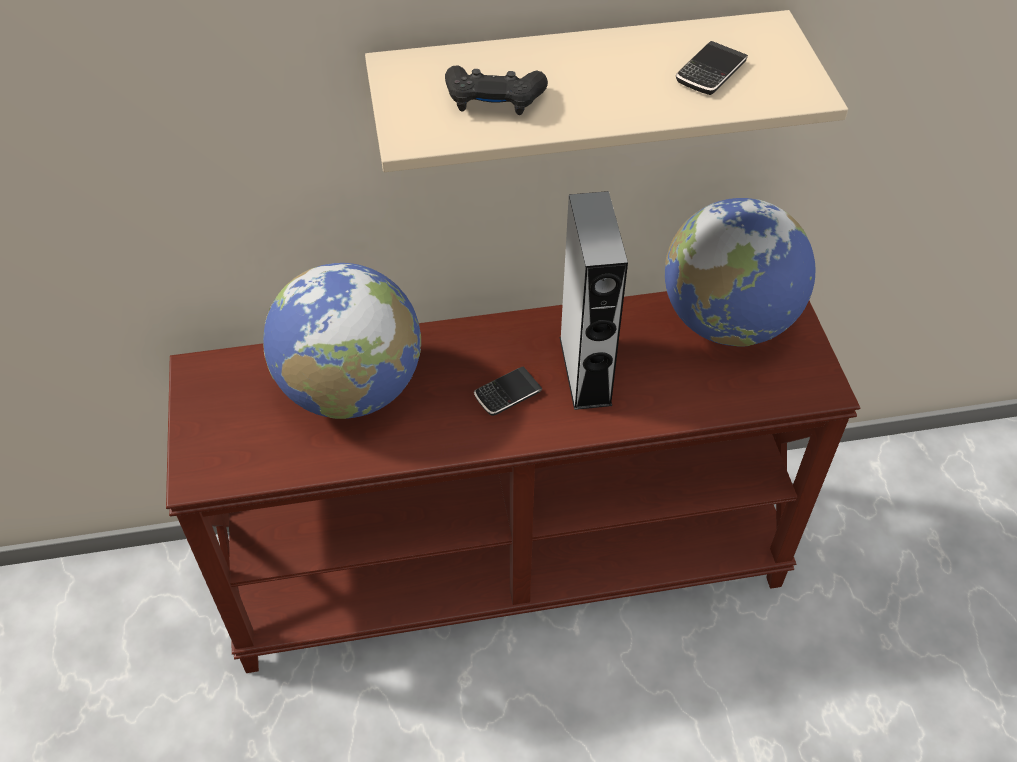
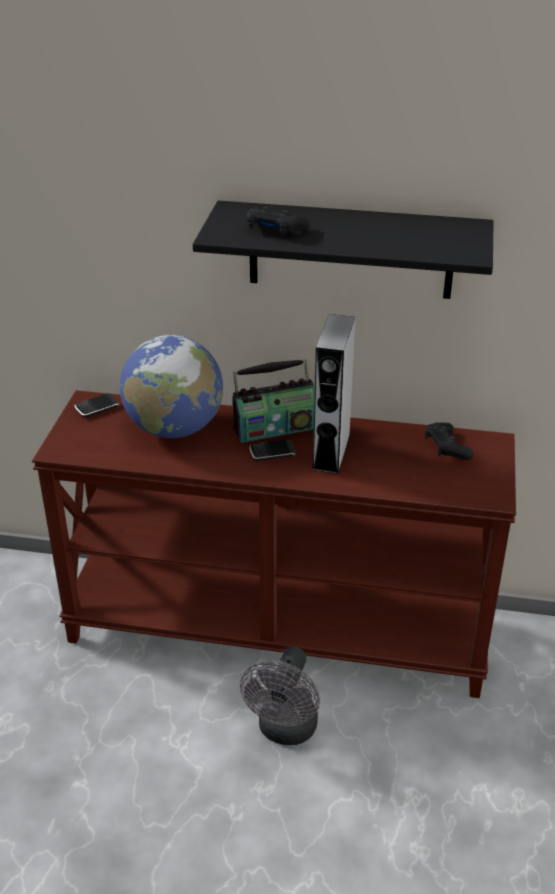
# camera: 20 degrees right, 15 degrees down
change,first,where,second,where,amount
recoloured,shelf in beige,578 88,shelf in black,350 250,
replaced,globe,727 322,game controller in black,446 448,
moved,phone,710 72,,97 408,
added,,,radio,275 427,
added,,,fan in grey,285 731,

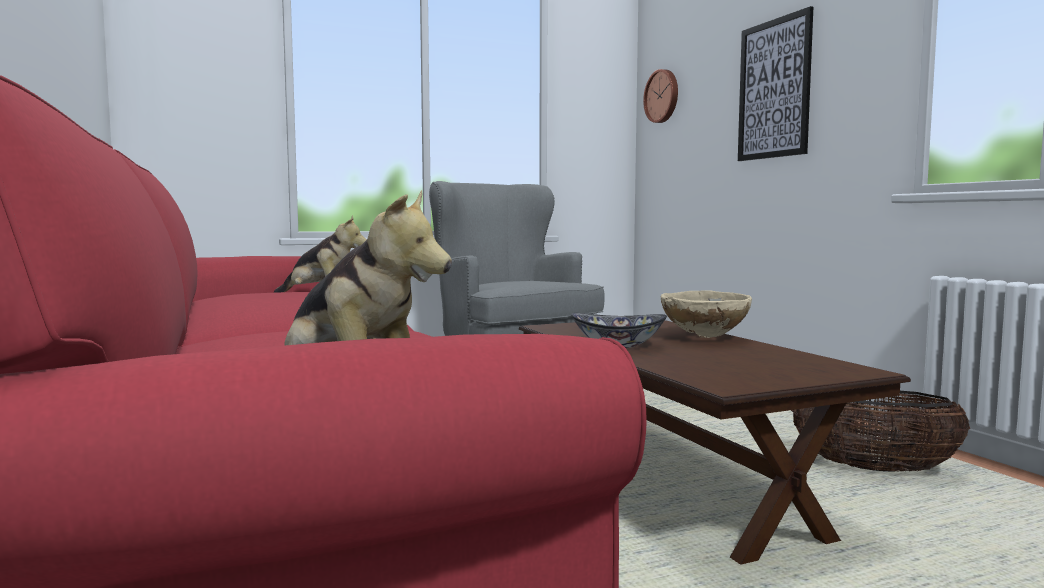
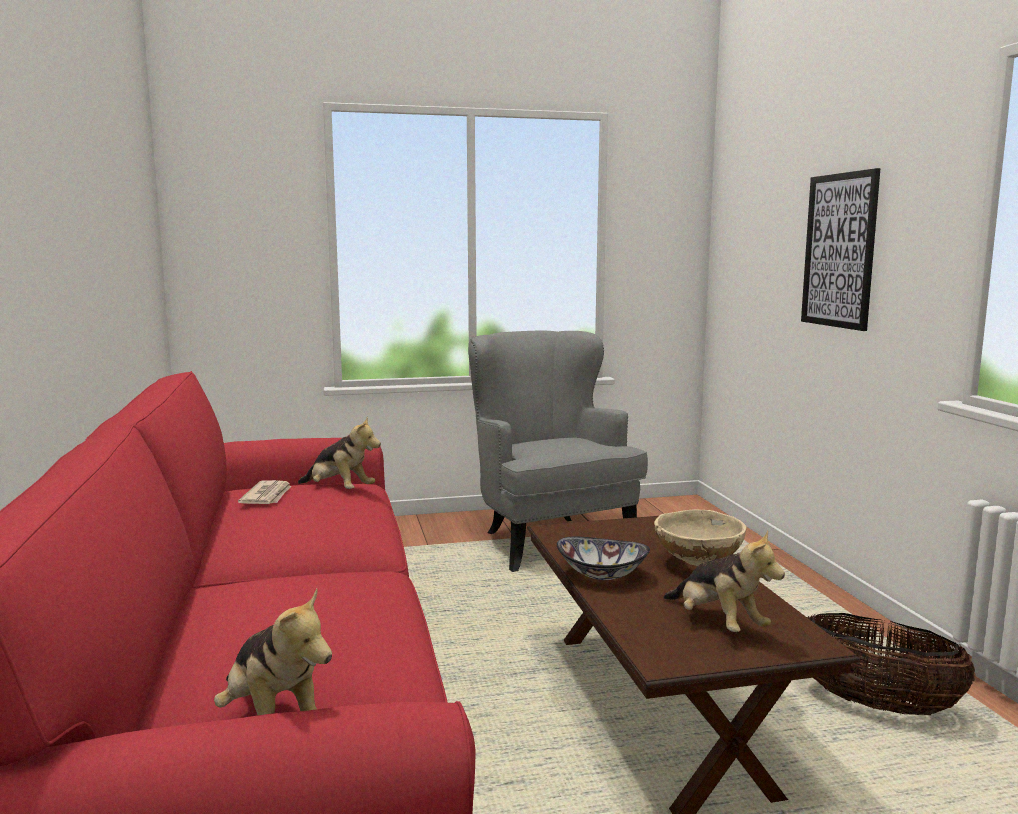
# camera: 10 degrees right, 5 degrees up
change,first,where,second,where,amount
removed,wall clock,662 96,,,
added,,,newspaper,268 496,
added,,,plush toy,717 624,

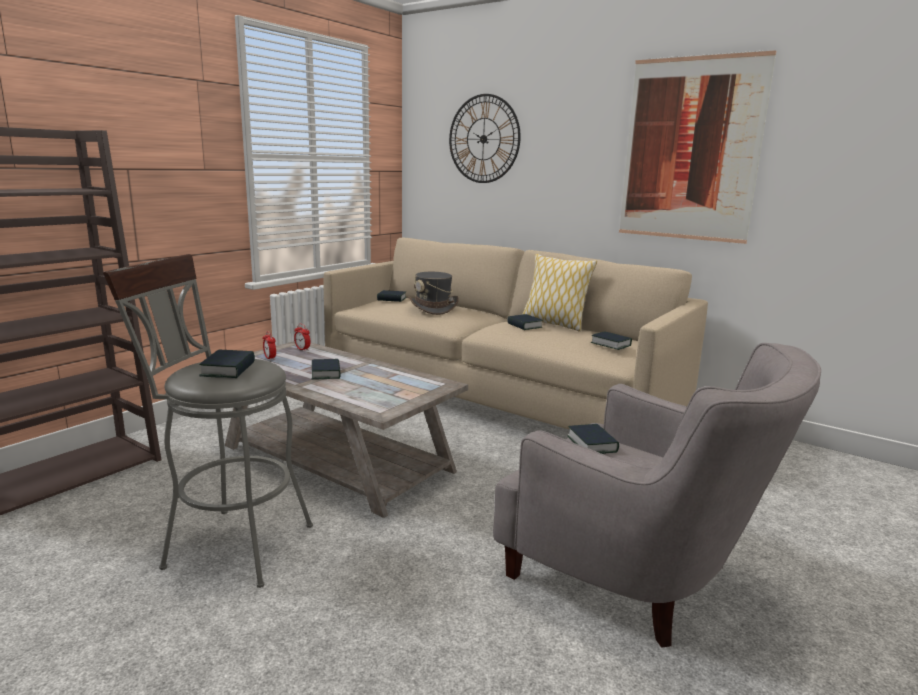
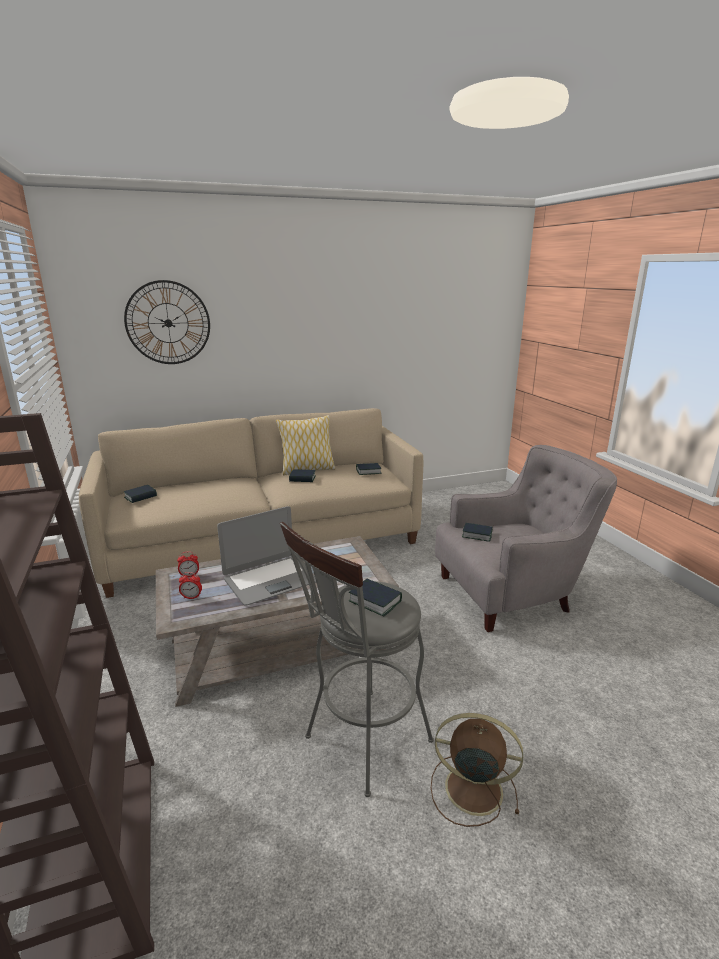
# camera: 55 degrees left, 5 degrees up
change,first,where,second,where,amount
replaced,book,326 373,laptop,270 580,
removed,hat in grey,433 308,,,
removed,picture,690 149,,,
added,,,fan in brown,470 788,

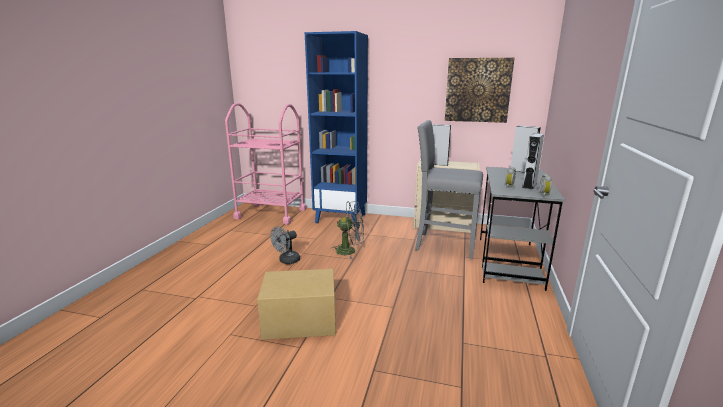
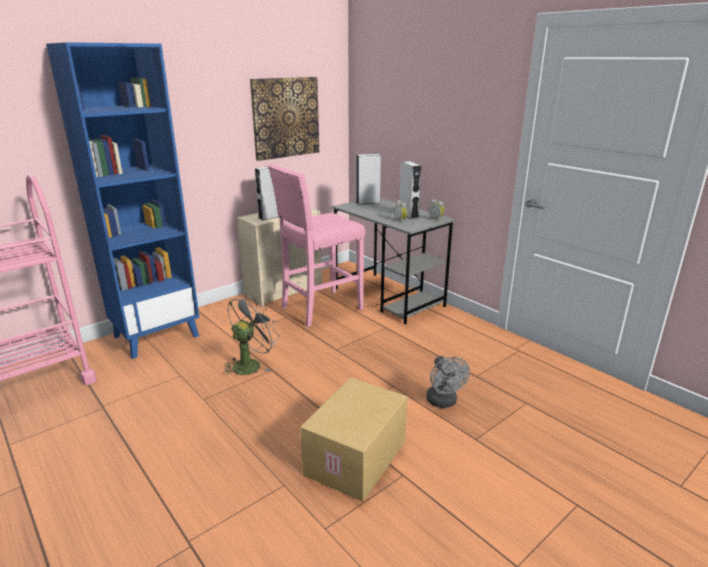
# camera: 55 degrees left, 5 degrees up
change,first,where,second,where,amount
moved,fan in grey,287 261,,443 402,
recoloured,stool in grey,444 245,stool in pink,320 308,

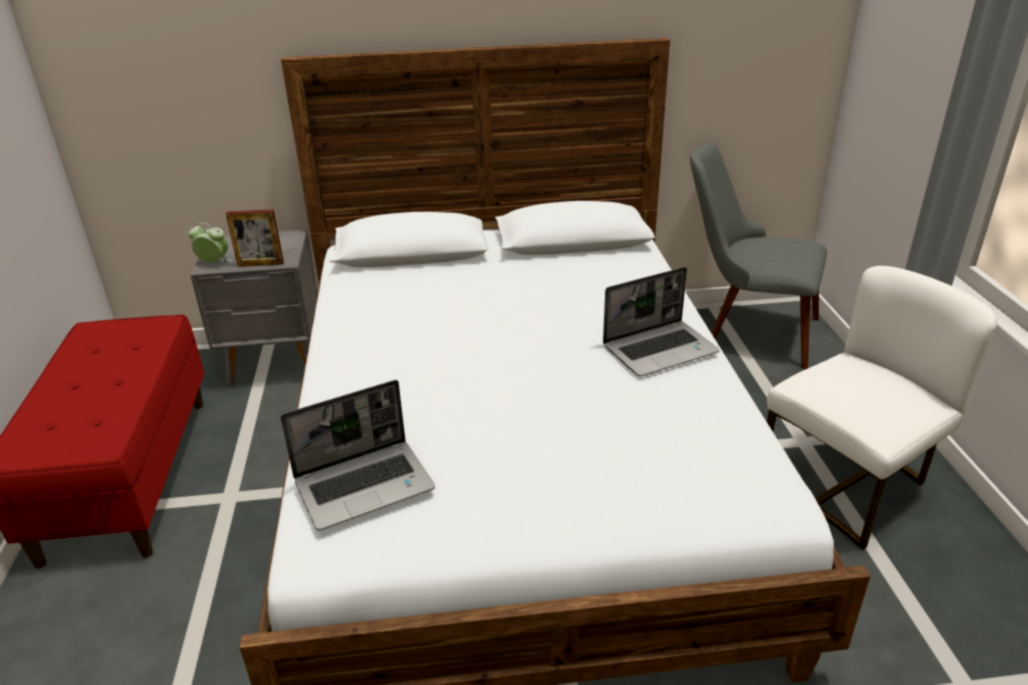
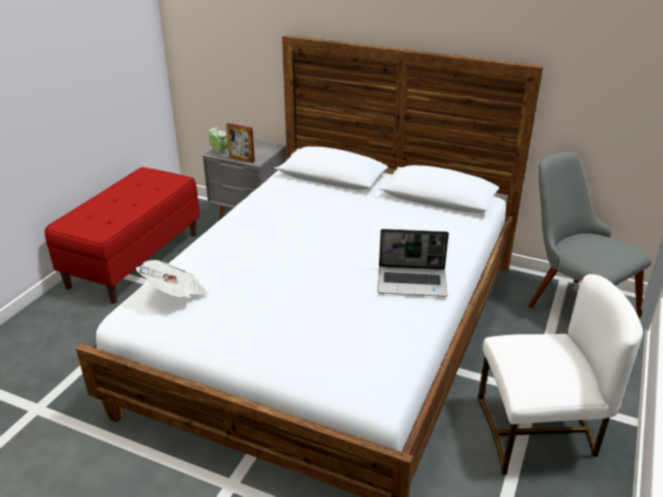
# camera: 30 degrees right, 0 degrees up
change,first,where,second,where,amount
replaced,laptop,365 484,newspaper,175 294,

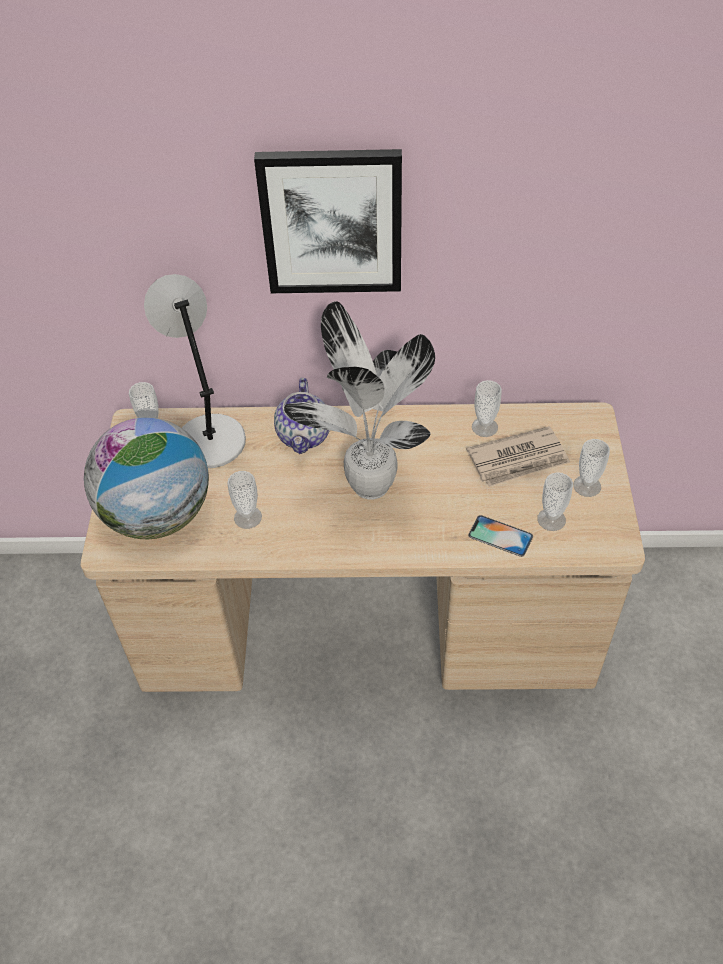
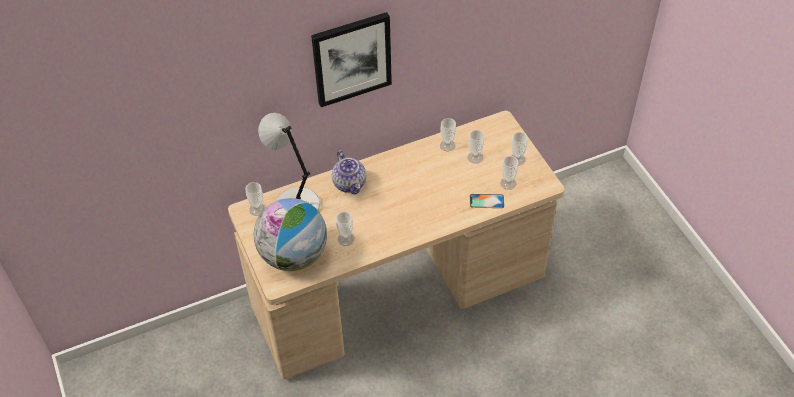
# camera: 25 degrees left, 0 degrees up
change,first,where,second,where,amount
removed,potted plant,369 489,,,
replaced,newspaper,519 460,cup,475 157,

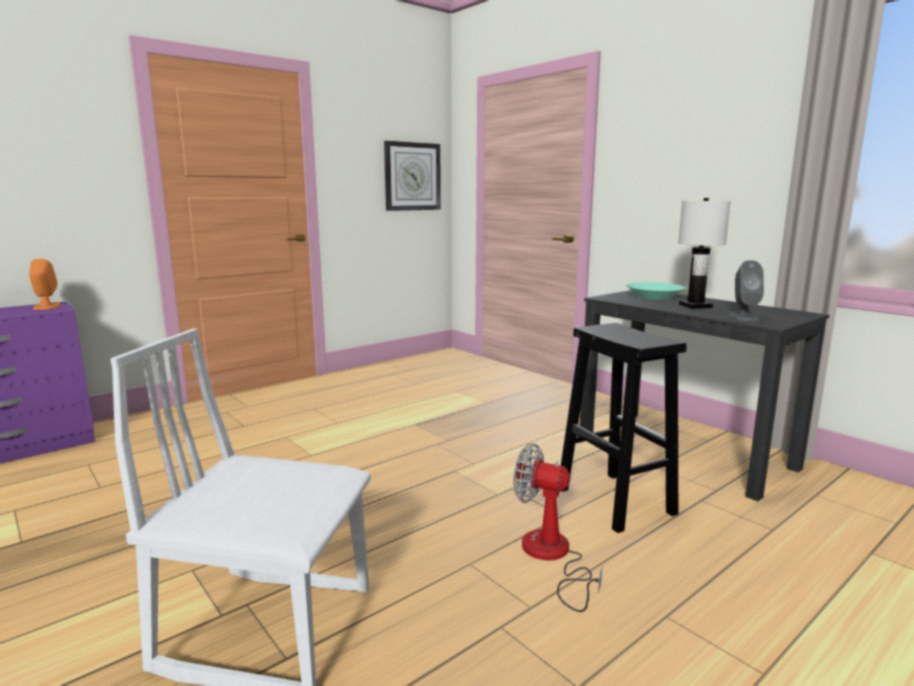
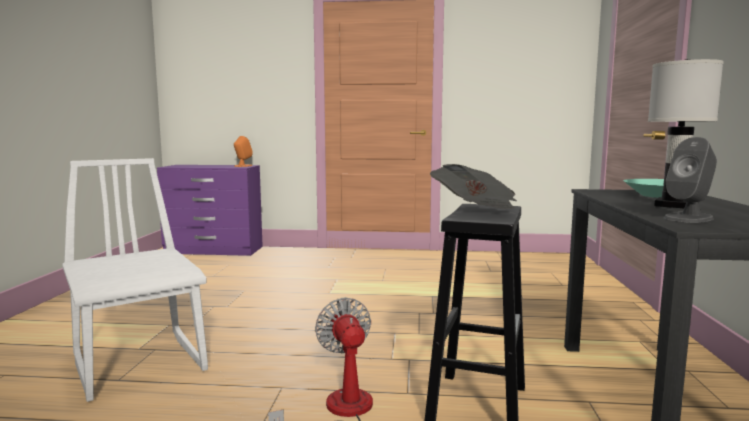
# camera: 45 degrees right, 5 degrees down
change,first,where,second,where,amount
removed,wall clock,412 176,,,
added,,,newspaper,476 212,

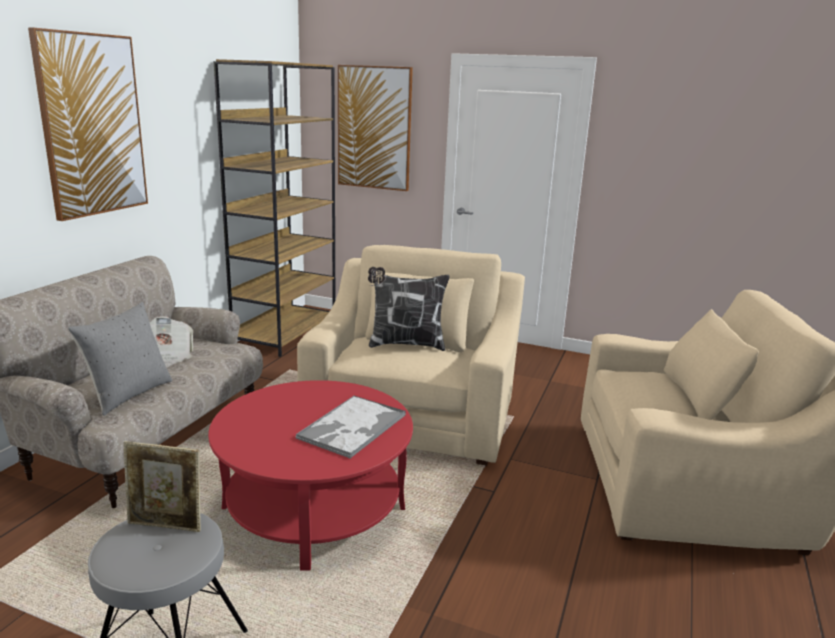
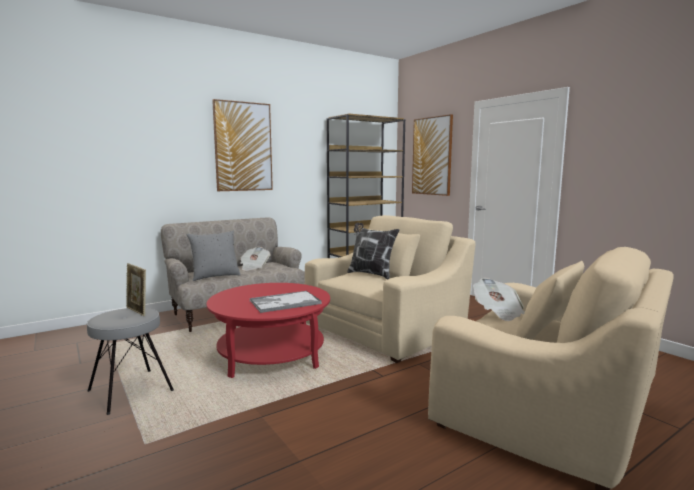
# camera: 35 degrees right, 10 degrees down
change,first,where,second,where,amount
added,,,newspaper,498 312,

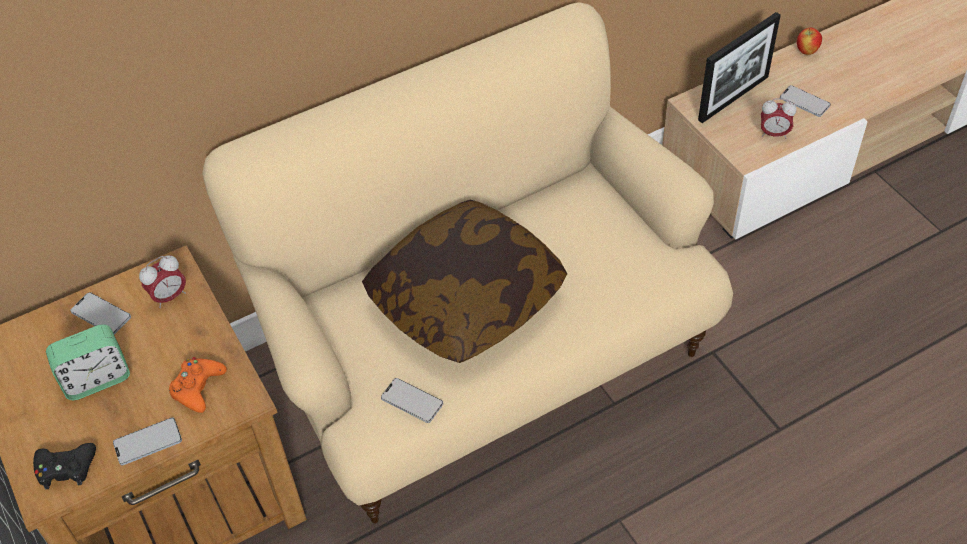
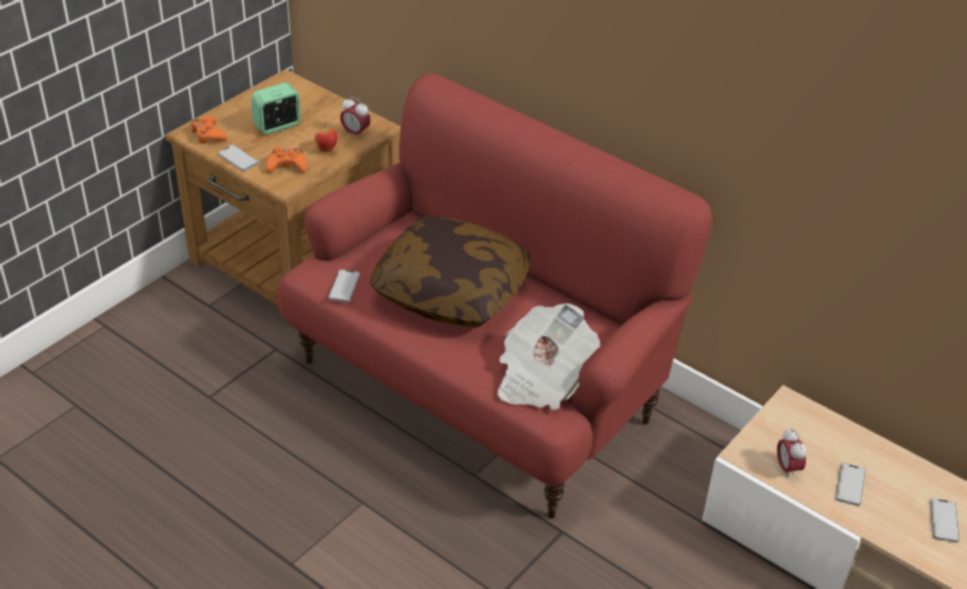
# camera: 65 degrees right, 10 degrees down
change,first,where,second,where,amount
recoloured,game controller in black,66 469,game controller in orange,208 135,
turned,alarm clock,97 379,,277 125,105 degrees clockwise
moved,phone,101 314,,944 521,
recoloured,sofa in beige,488 361,sofa in red,479 387,
removed,picture frame,733 98,,,
moved,apple,806 51,,326 149,
added,,,newspaper,542 378,

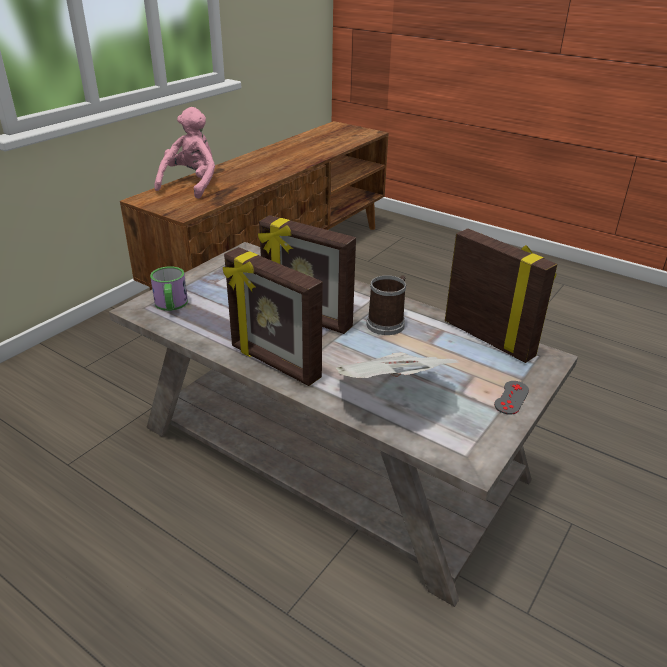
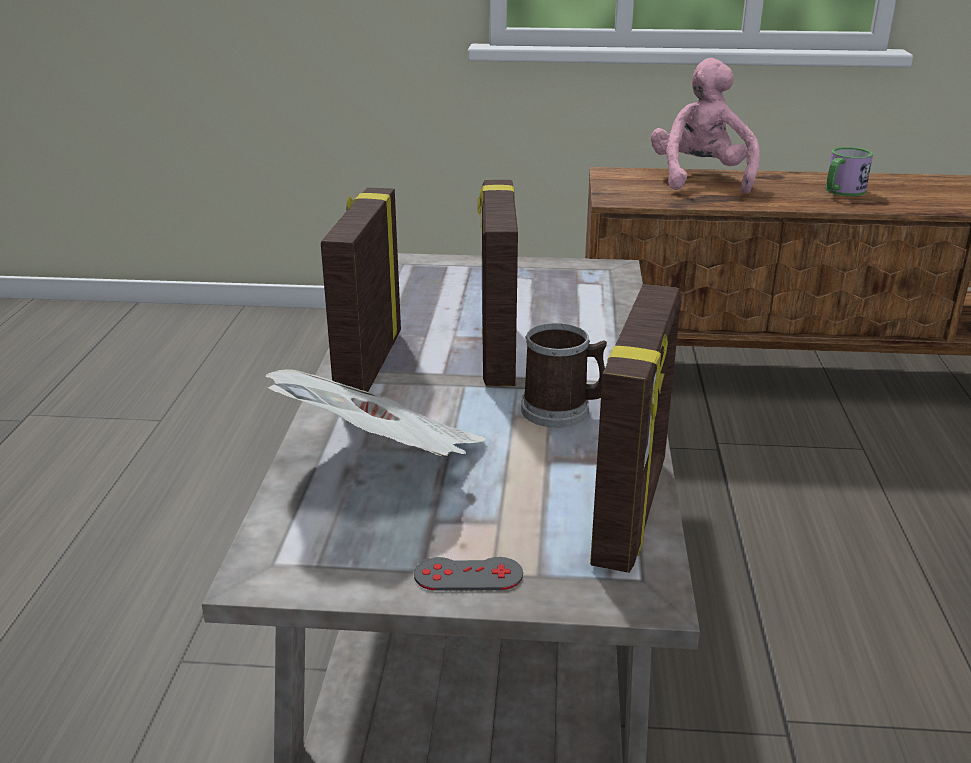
# camera: 60 degrees right, 5 degrees down
change,first,where,second,where,amount
moved,mug,171 305,,841 191,
turned,plush toy in pink,191 184,,700 178,75 degrees counterclockwise

